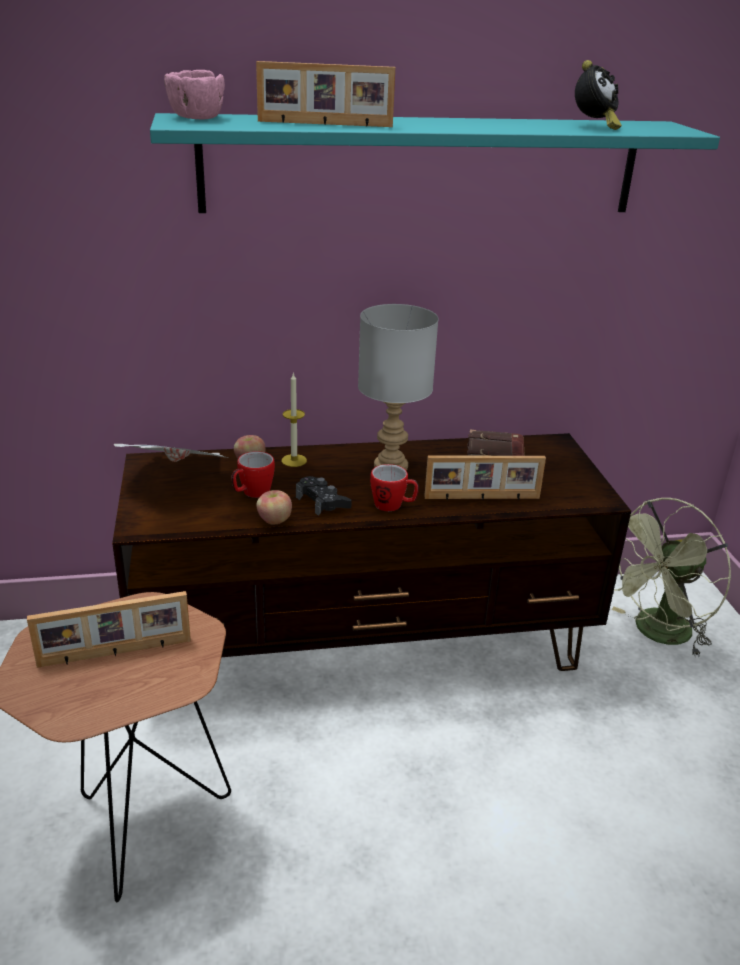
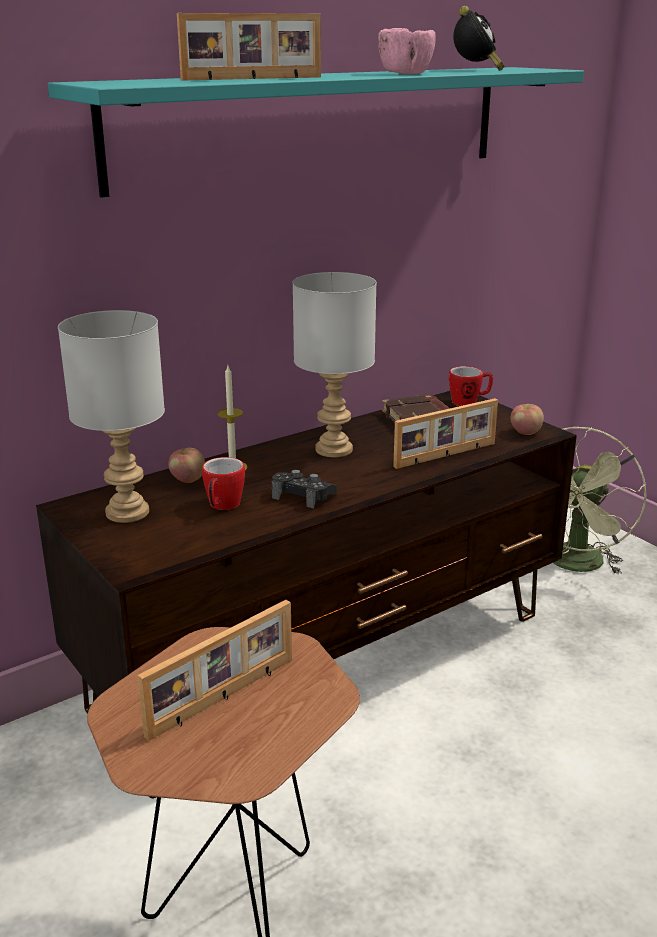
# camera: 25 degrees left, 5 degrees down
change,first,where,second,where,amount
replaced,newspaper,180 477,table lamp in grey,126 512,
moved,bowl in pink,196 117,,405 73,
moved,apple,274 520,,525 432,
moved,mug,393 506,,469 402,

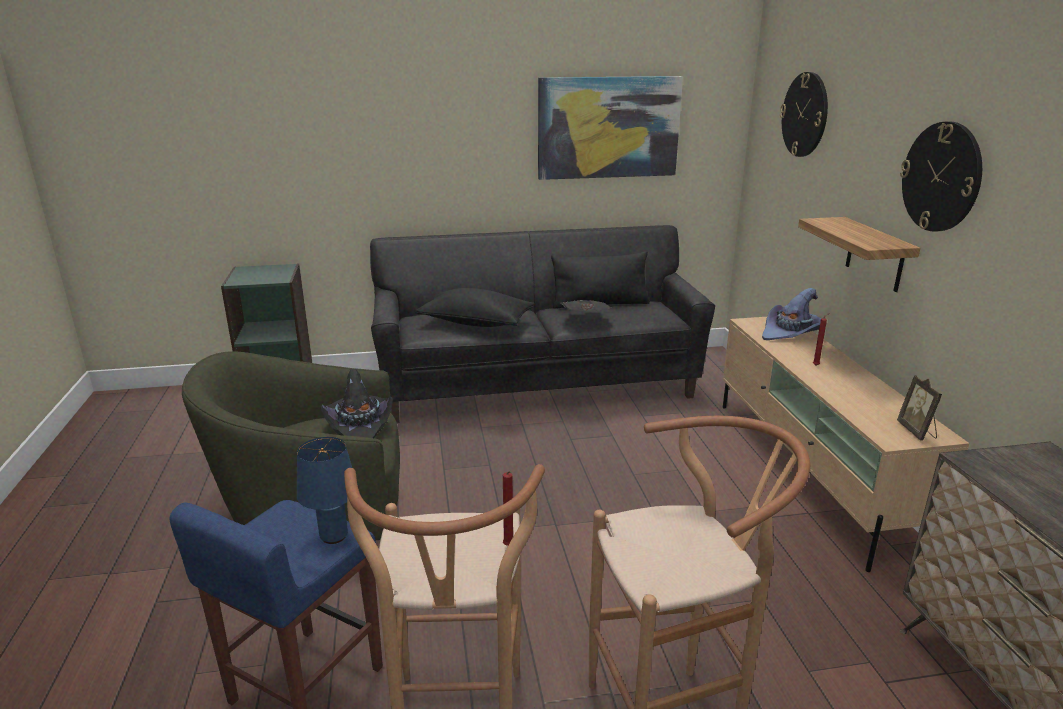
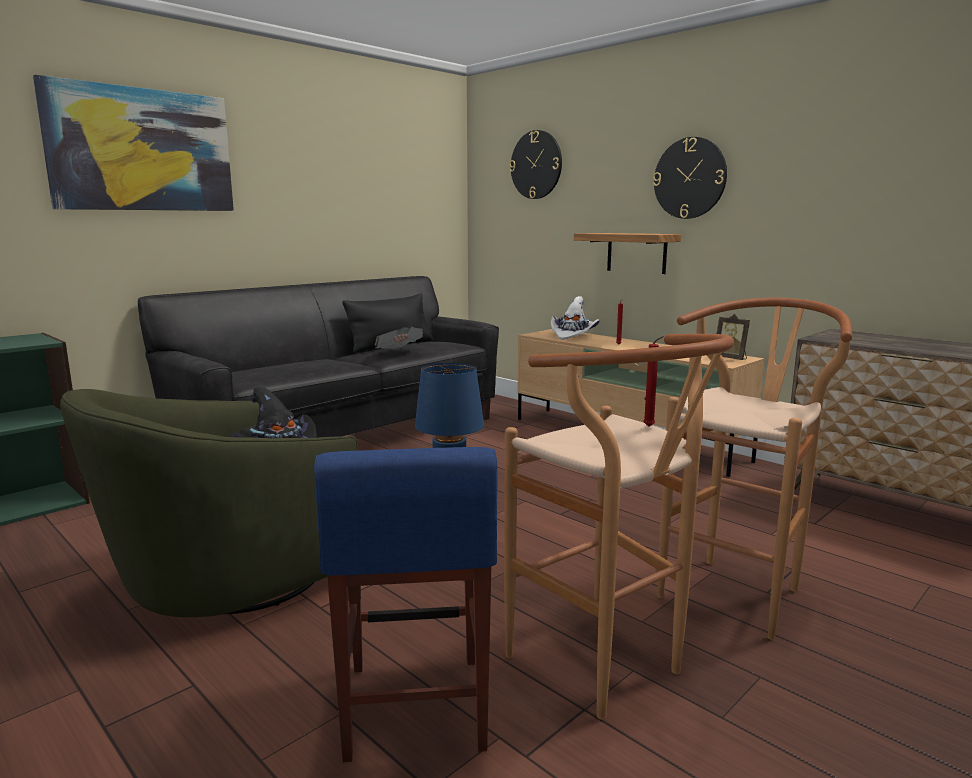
# camera: 35 degrees left, 10 degrees down
change,first,where,second,where,amount
removed,pillow in black,476 323,,,
moved,picture,608 127,,142 150,
recoloured,hat in purple,791 333,hat in white,573 335,

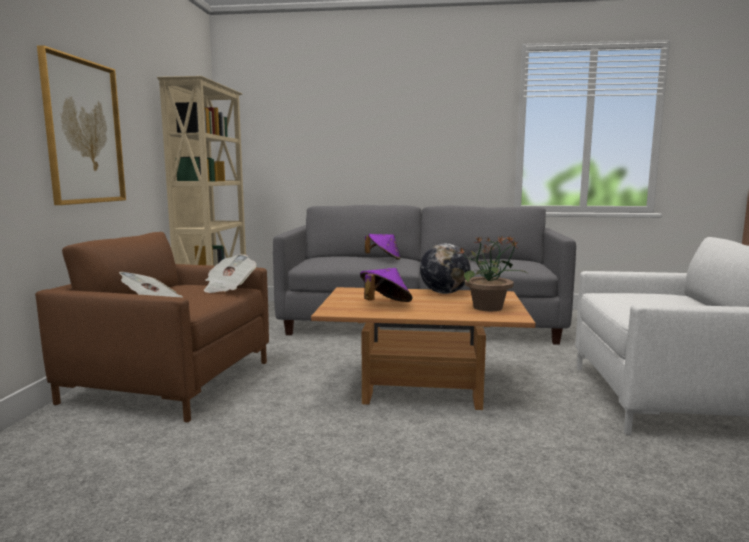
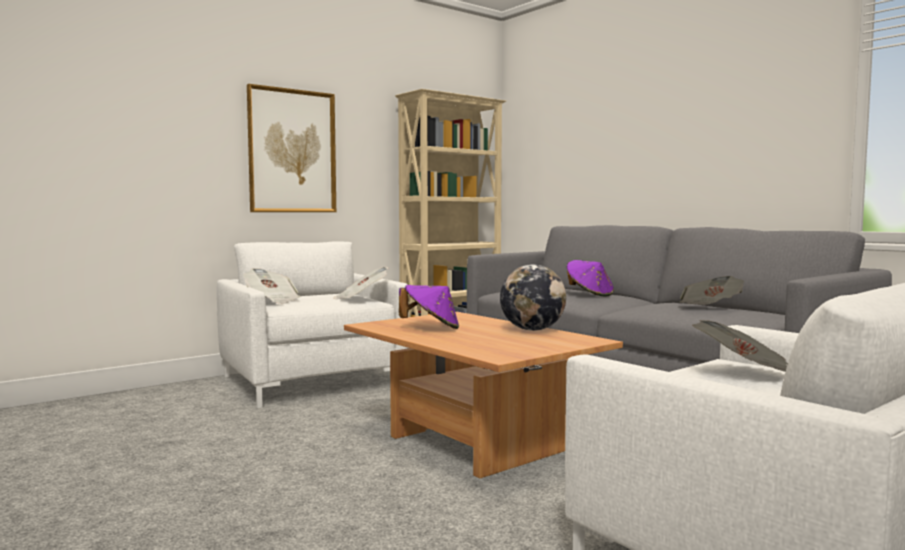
# camera: 45 degrees right, 5 degrees down
change,first,where,second,where,amount
recoloured,armchair in brown,171 381,armchair in white,312 381,
removed,potted plant,489 308,,,
added,,,newspaper,746 375,

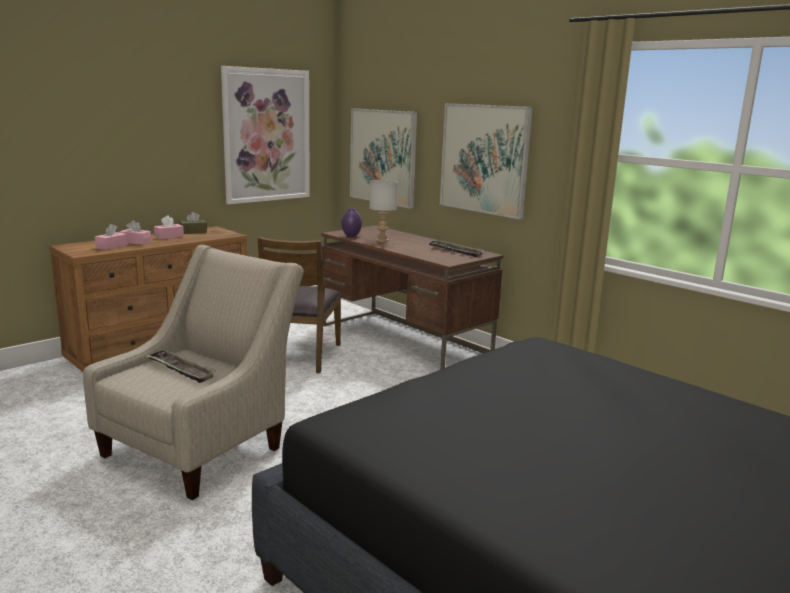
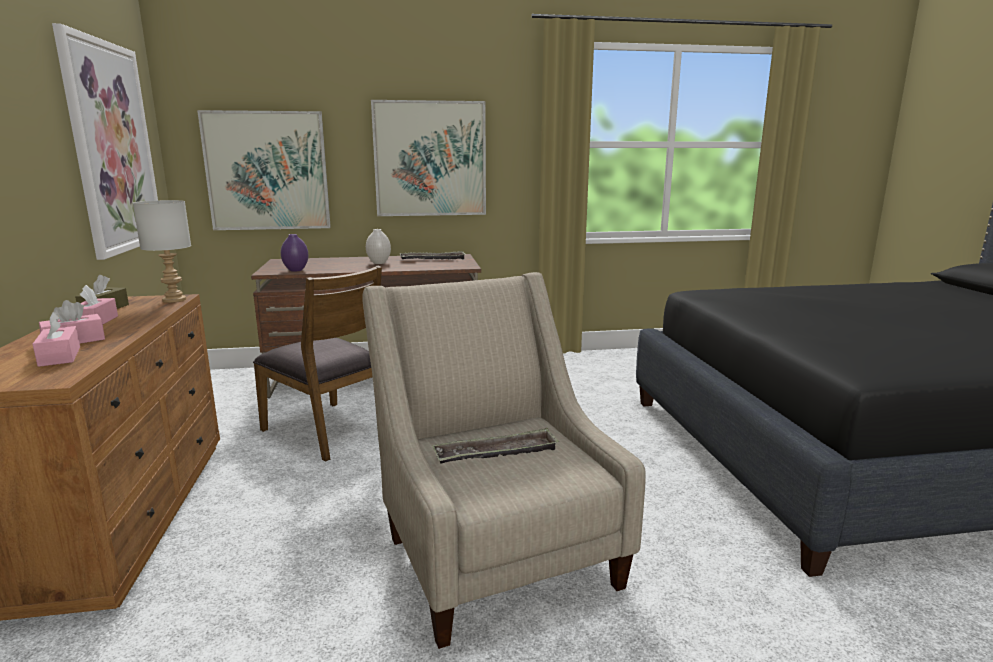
# camera: 55 degrees left, 0 degrees up
change,first,where,second,where,amount
moved,table lamp in grey,382 240,,174 299,
added,,,vase in white,379 263,

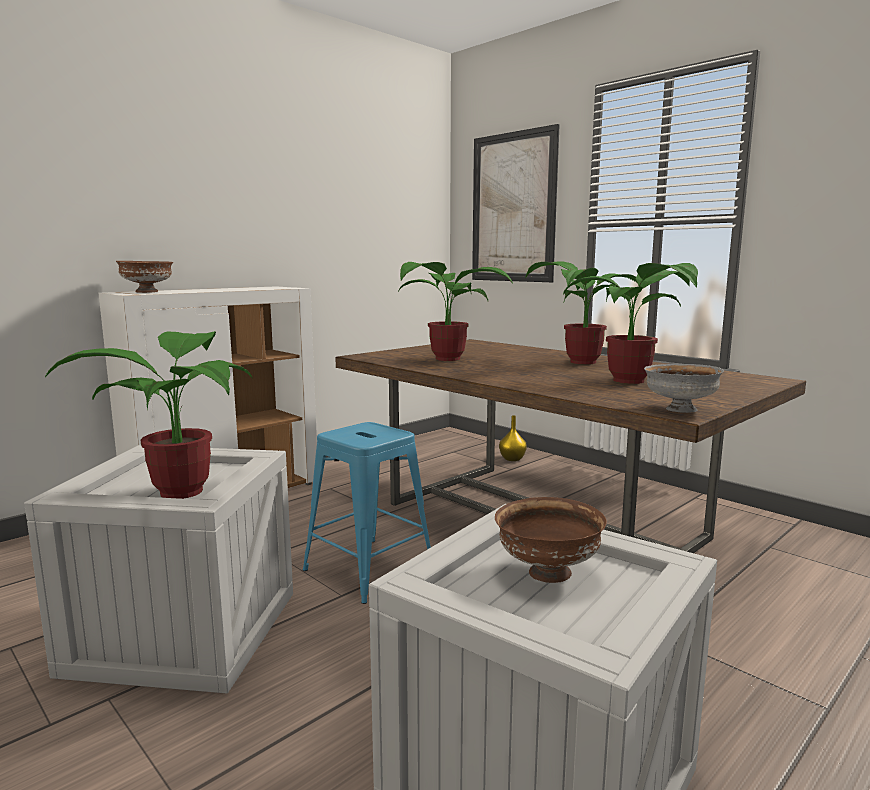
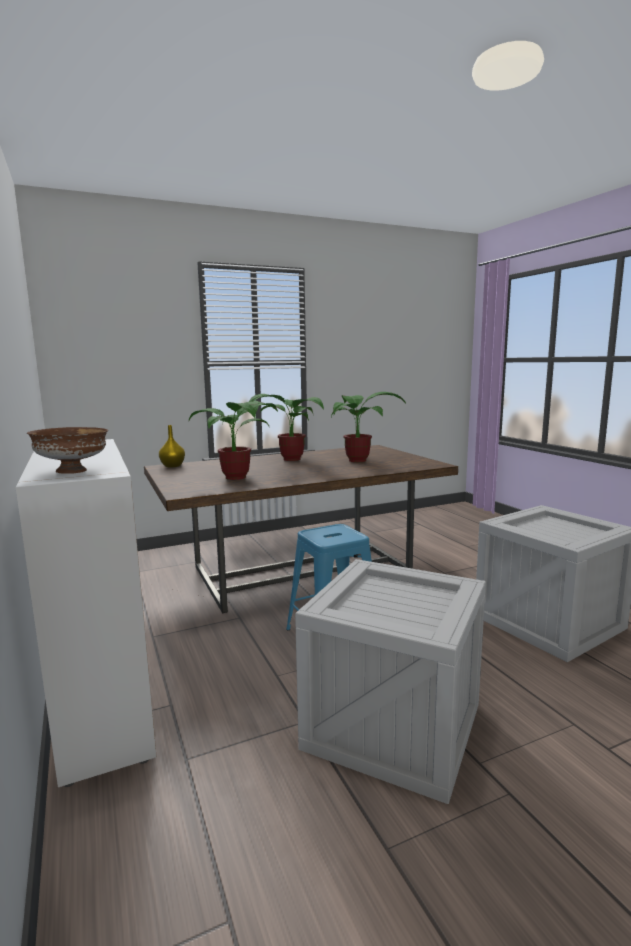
# camera: 70 degrees left, 0 degrees up
change,first,where,second,where,amount
removed,potted plant,182 489,,,
removed,picture,512 208,,,
removed,bowl in brown,547 574,,,
moved,vase in yellow,513 459,,173 466,
removed,bowl in grey,679 410,,,

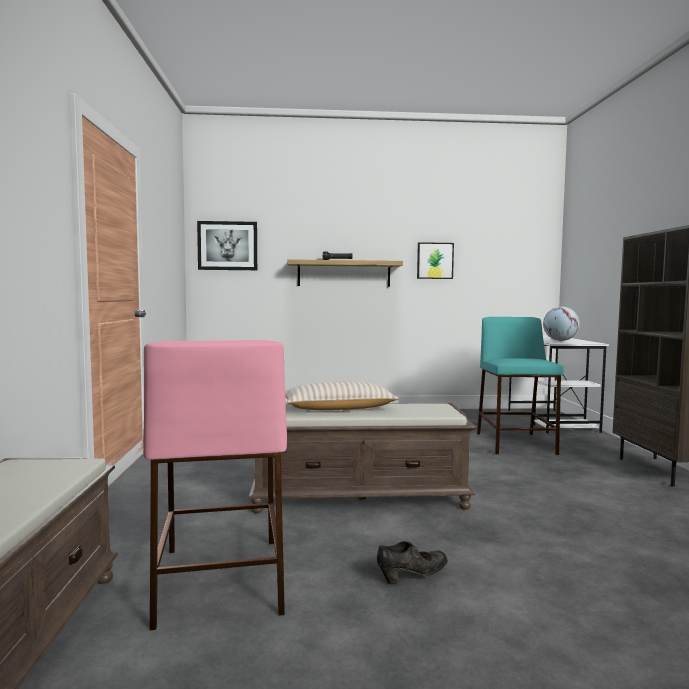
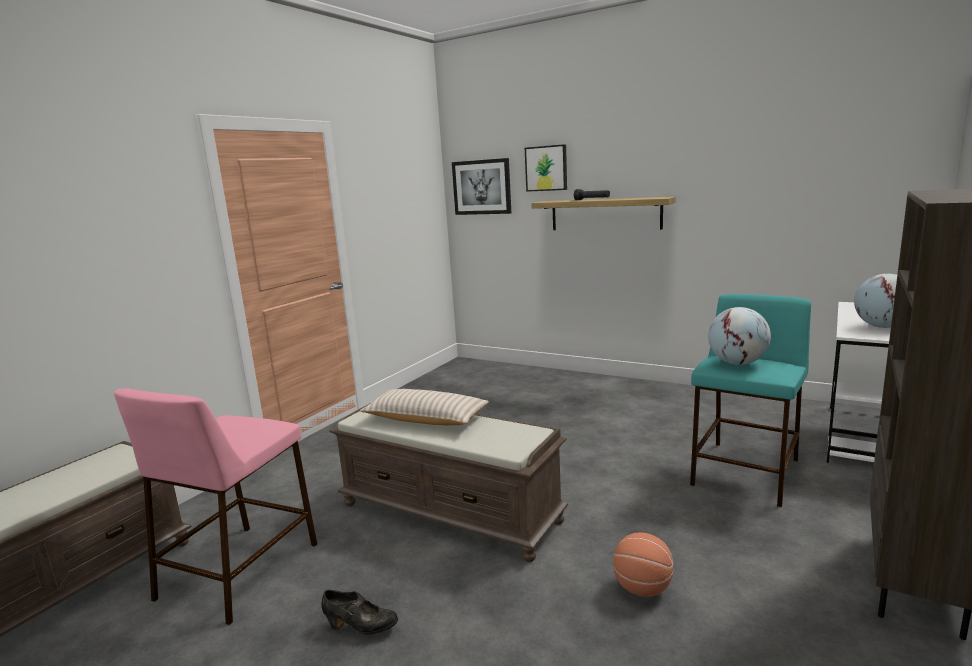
# camera: 35 degrees right, 10 degrees up
change,first,where,second,where,amount
moved,picture,434 261,,546 168,
added,,,basketball,643 588,
added,,,globe,737 363,

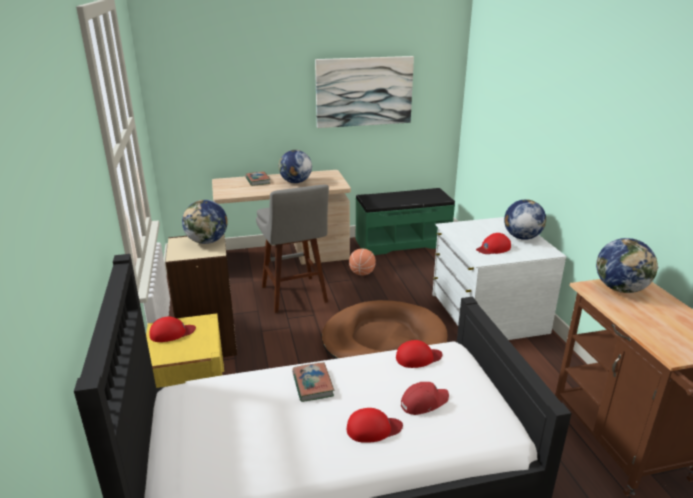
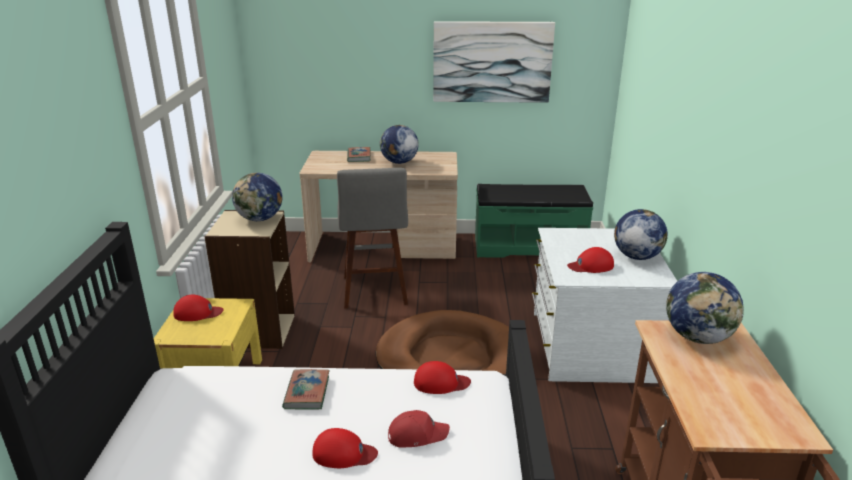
# camera: 15 degrees right, 0 degrees up
change,first,where,second,where,amount
removed,basketball,362 273,,,

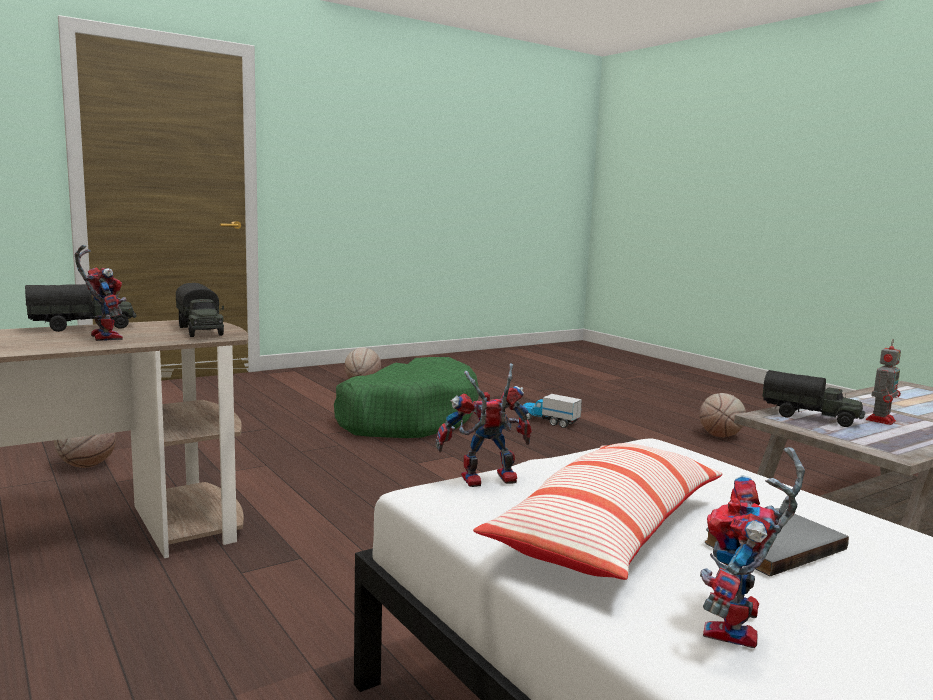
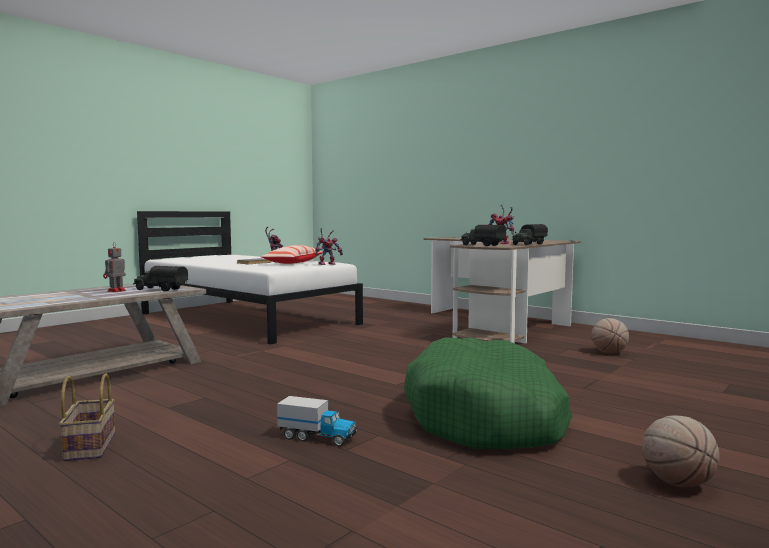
# camera: 165 degrees right, 5 degrees down
change,first,where,second,where,amount
replaced,basketball,720 436,basket,89 446,

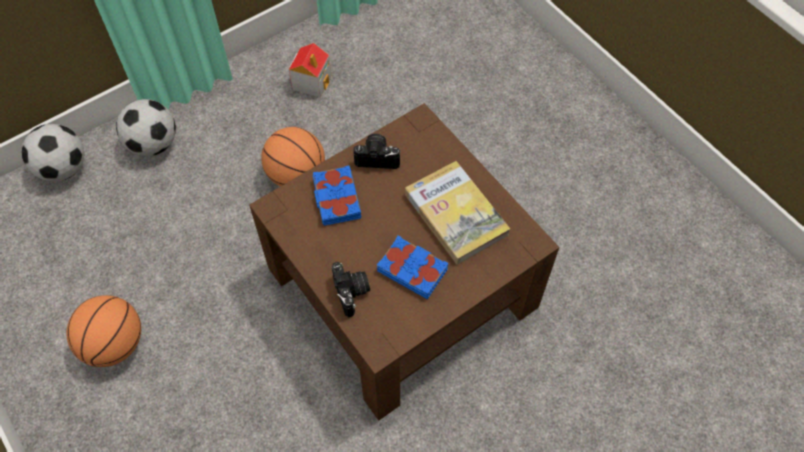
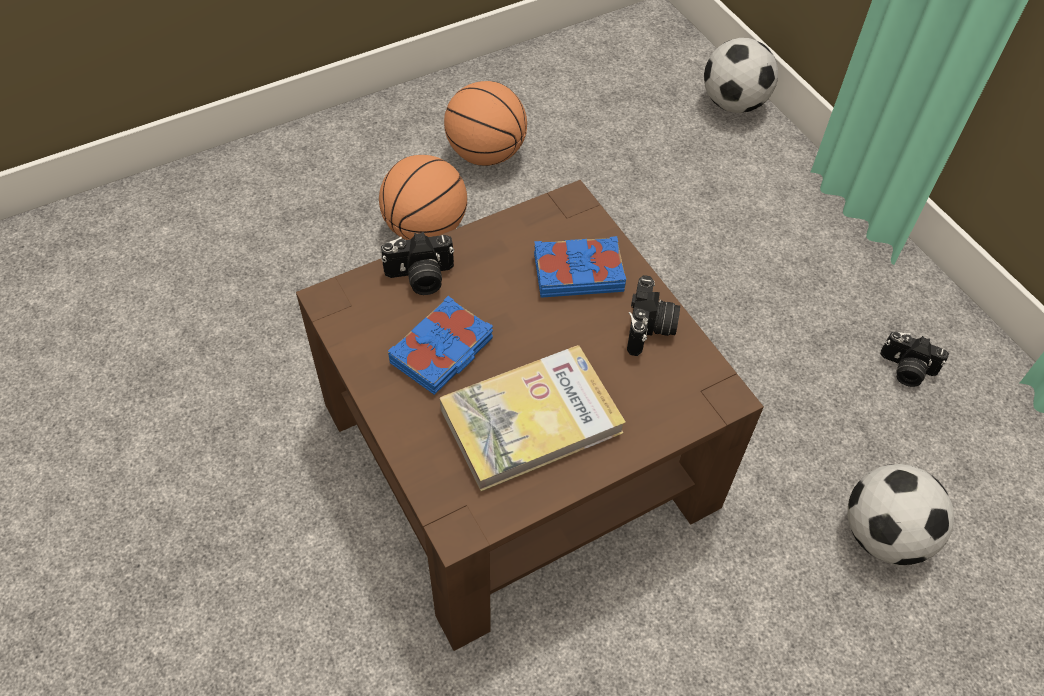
# camera: 95 degrees right, 5 degrees down
change,first,where,second,where,amount
moved,football,153 144,,883 535,
moved,basketball,296 176,,425 229,
replaced,toy house,312 81,photo camera,906 370,

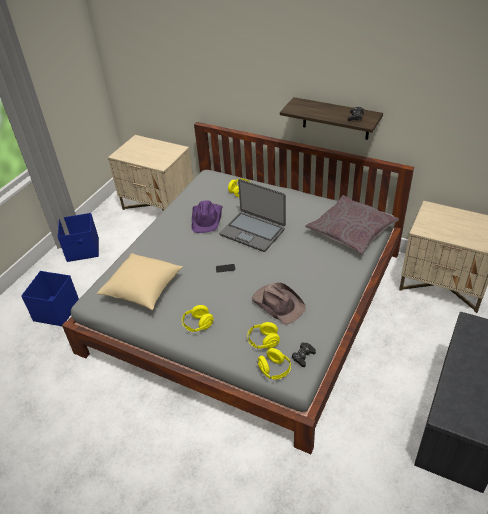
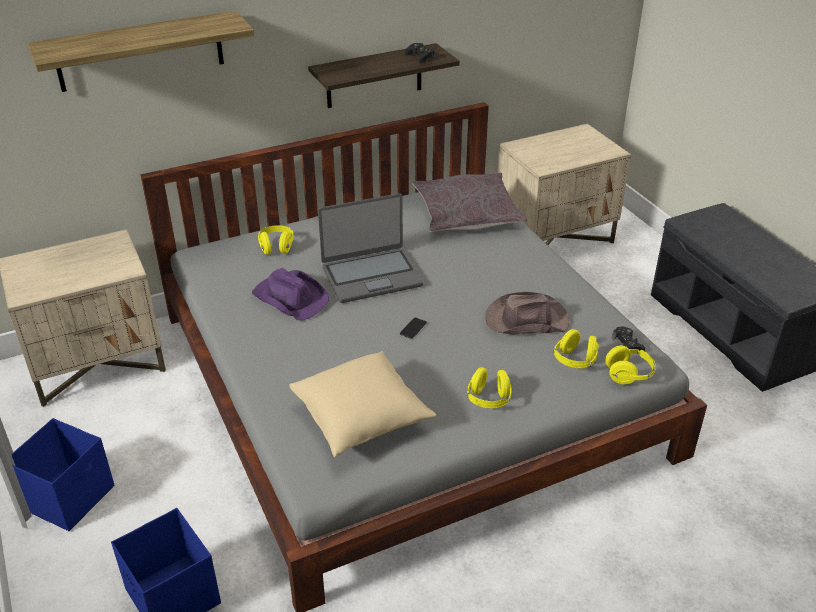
# camera: 55 degrees left, 5 degrees down
change,first,where,second,where,amount
added,,,shelf,140 51,

